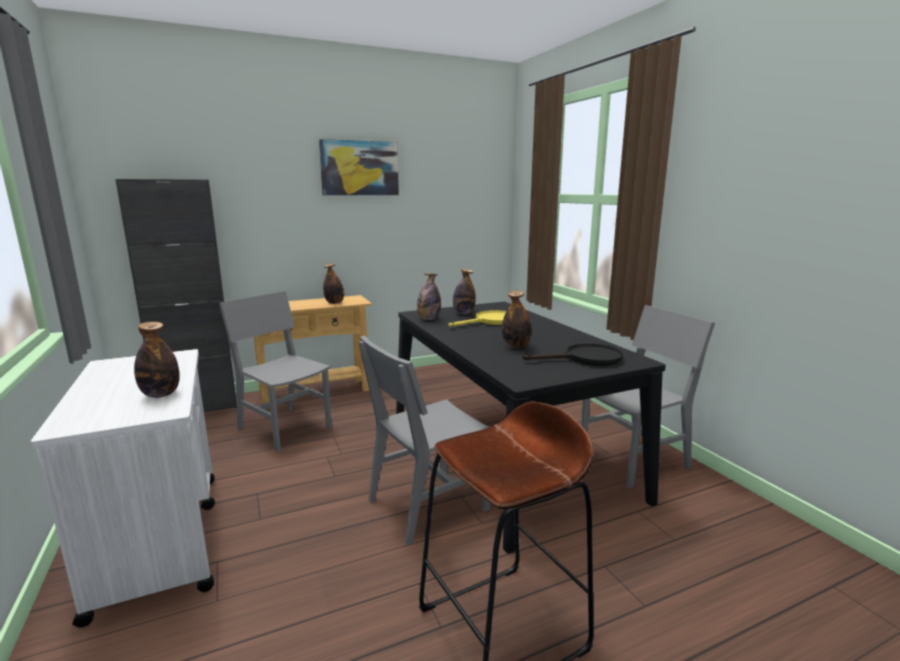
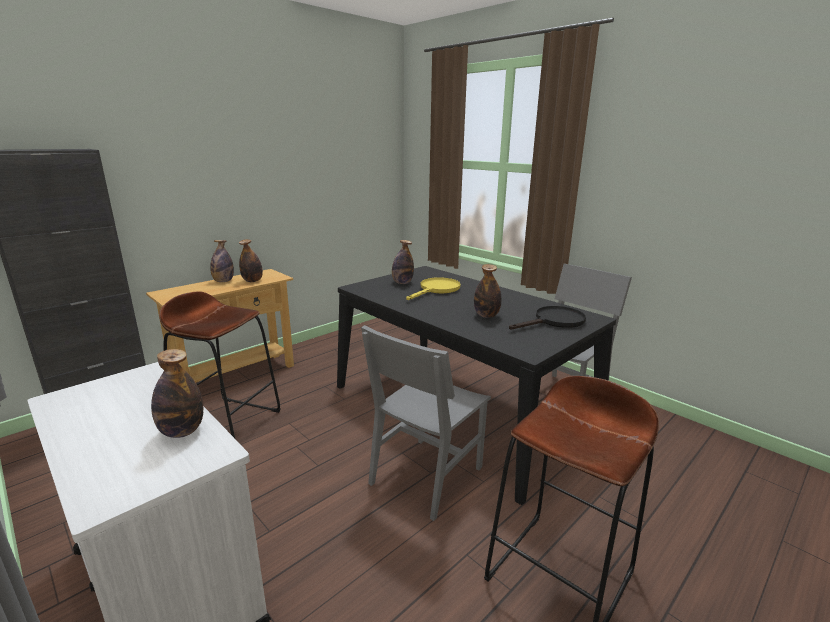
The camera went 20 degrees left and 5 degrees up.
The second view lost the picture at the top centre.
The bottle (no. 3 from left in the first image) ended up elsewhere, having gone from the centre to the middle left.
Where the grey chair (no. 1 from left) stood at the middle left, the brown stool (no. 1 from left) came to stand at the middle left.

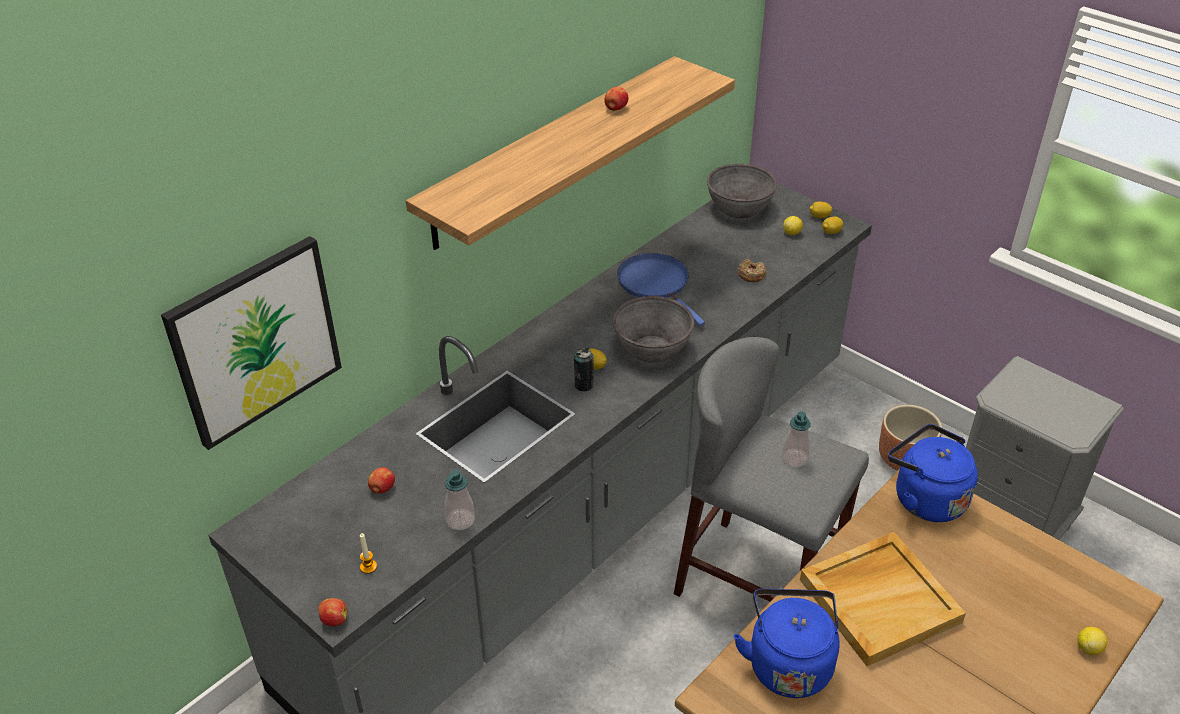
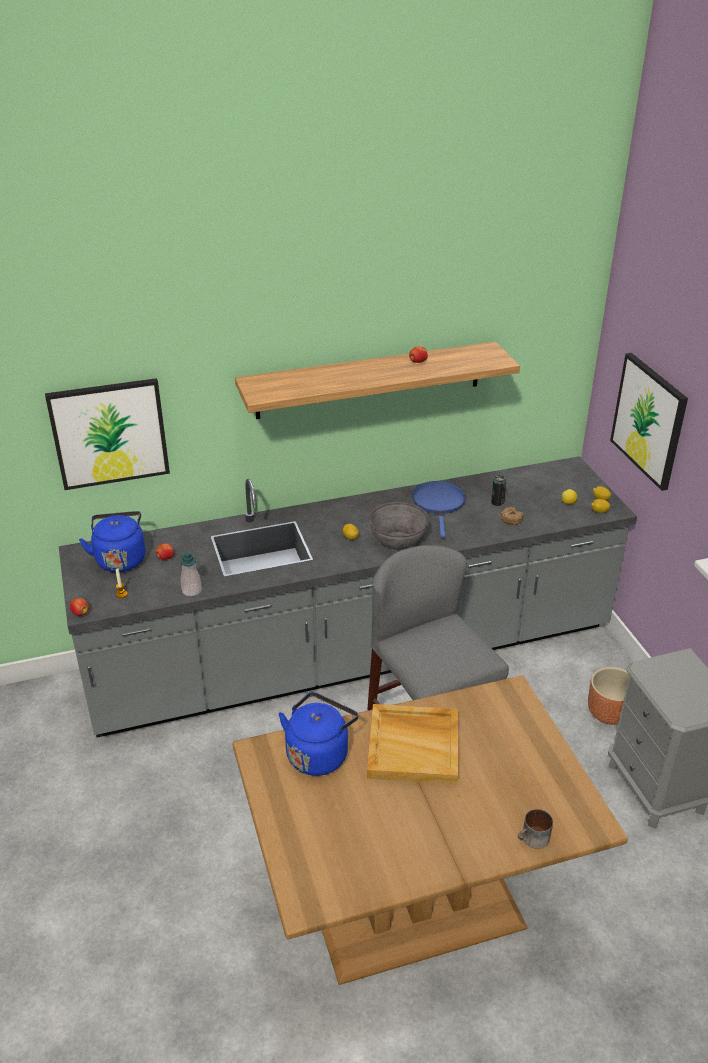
The camera went 30 degrees right and 5 degrees down.
The second view lost the grey bowl (no. 2 from left) at the top centre.
The second view lost the soap dispenser (no. 2 from left) at the middle right.
The second view gained the picture (no. 2 from left) at the middle right.
The can ended up elsewhere, having gone from the centre to the middle right.
The blue kettle (no. 2 from left in the first image) ended up elsewhere, having gone from the middle right to the middle left.
Where the lemon (no. 5 from left) stood at the bottom right, the mug came to stand at the bottom right.

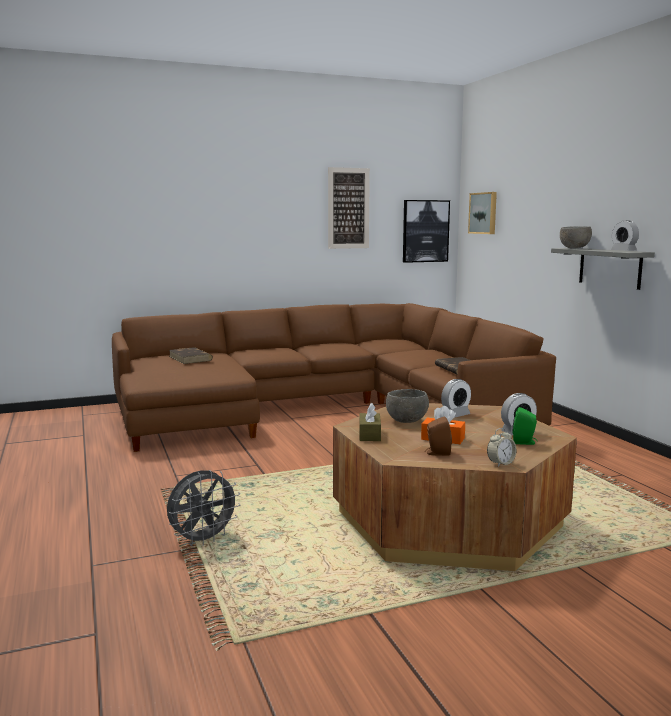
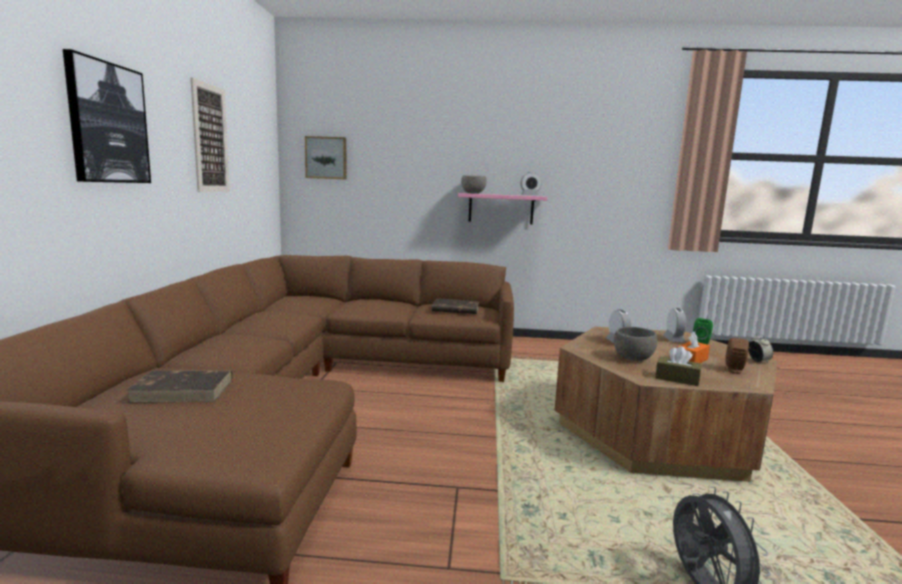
The camera went 65 degrees left and 0 degrees up.
The picture (no. 2 from left in the first image) ended up elsewhere, having gone from the top centre to the top left.
What was the grey shelf at the middle right turned into the pink shelf at the centre.

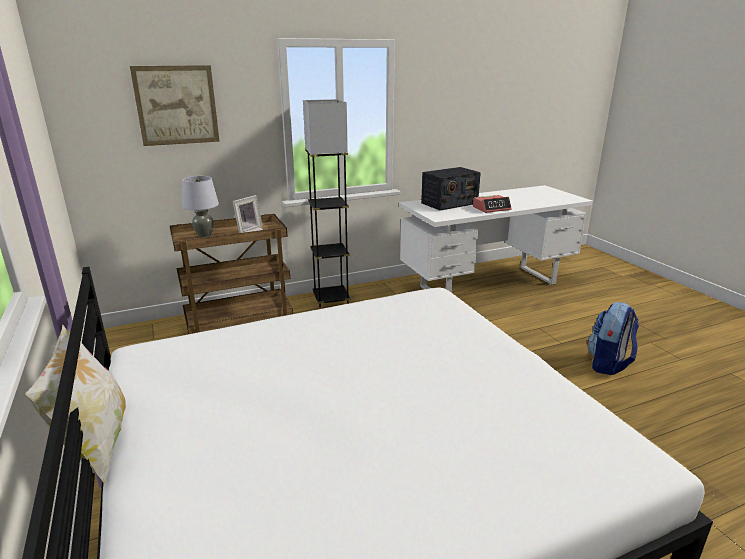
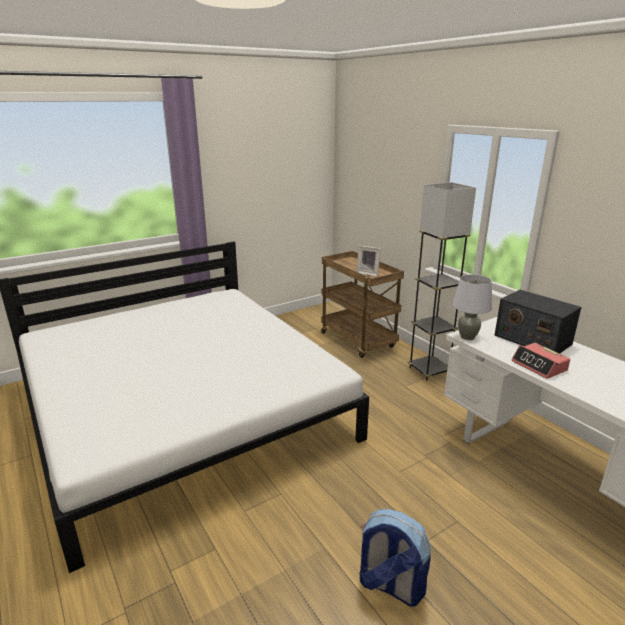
The camera went 80 degrees right and 0 degrees up.
The second view lost the pillow at the bottom left.
The second view lost the picture at the top left.
The grey table lamp ended up elsewhere, having gone from the middle left to the middle right.

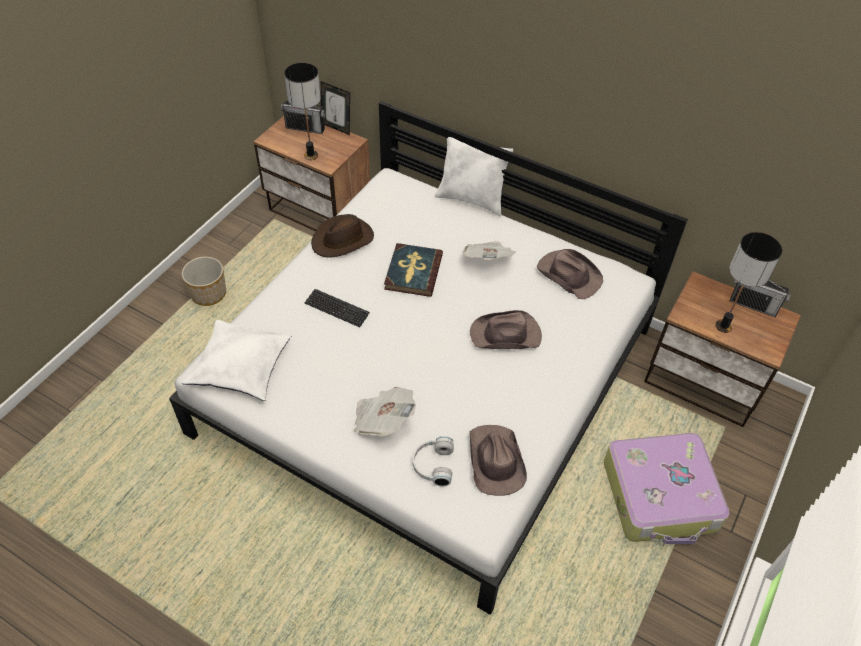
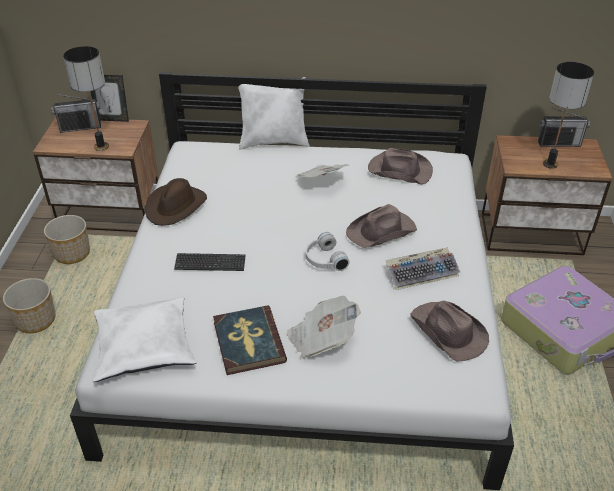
The camera went 25 degrees left and 10 degrees down.
The second view gained the planter (no. 2 from left) at the middle left.
The second view gained the keyboard (no. 2 from left) at the middle right.
The book ended up elsewhere, having gone from the centre to the bottom centre.
The white headphones ended up elsewhere, having gone from the bottom centre to the centre.

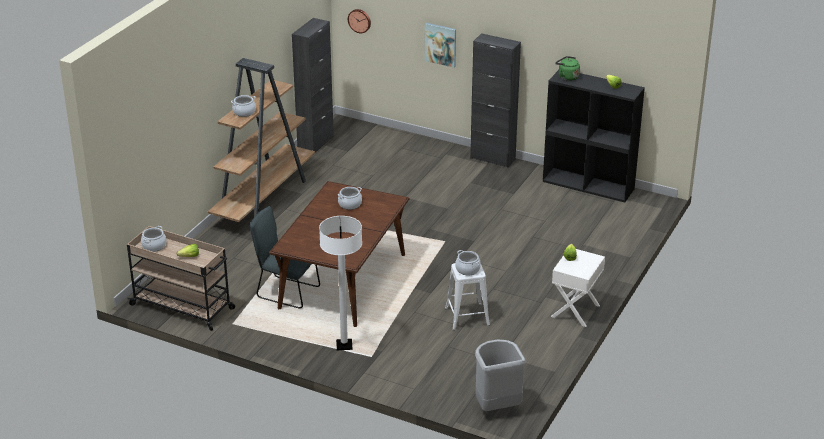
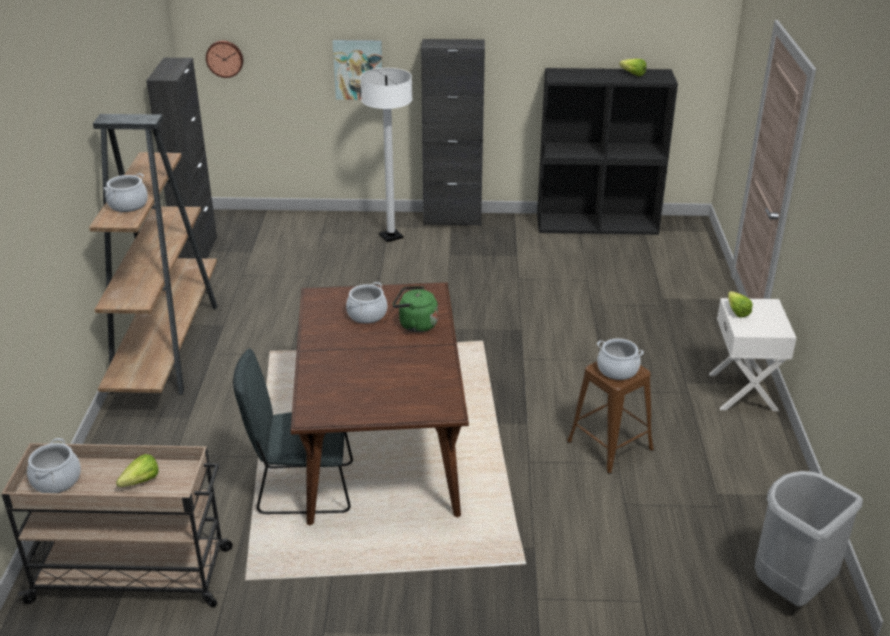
The camera went 25 degrees left and 0 degrees up.
The white floor lamp ended up elsewhere, having gone from the centre to the top centre.
The green kettle ended up elsewhere, having gone from the top right to the centre.
What was the white stool at the bottom centre turned into the brown stool at the middle right.

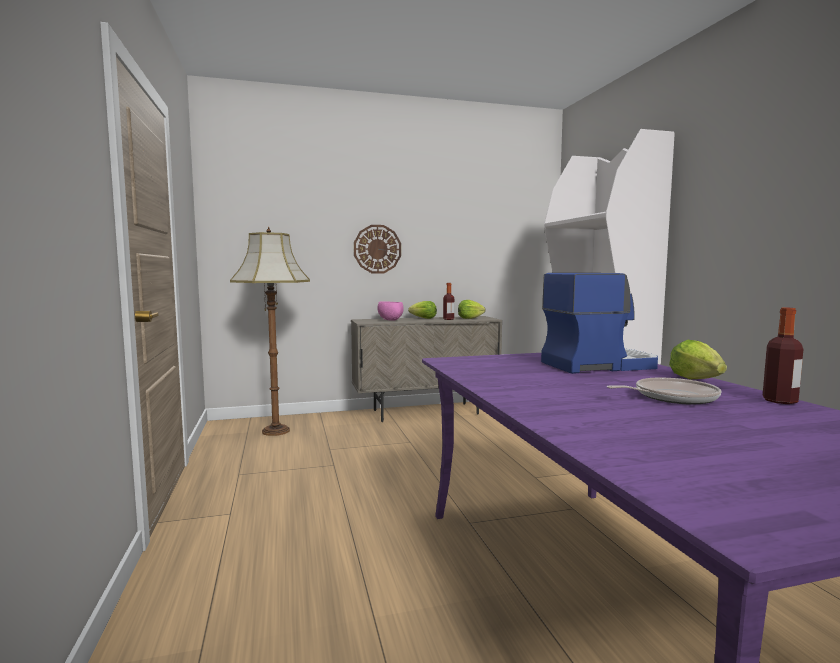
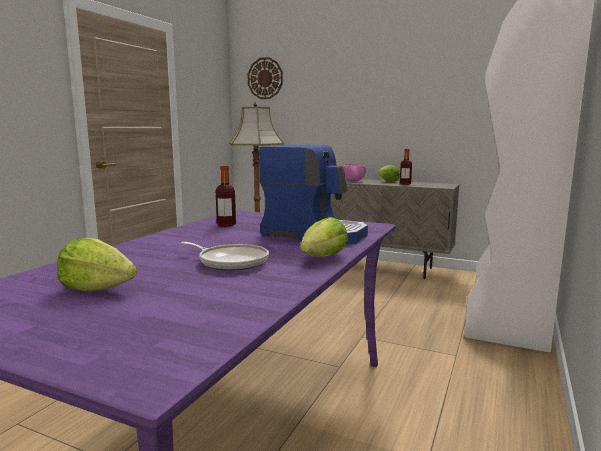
The camera went 40 degrees right and 5 degrees up.
The wall clock ended up elsewhere, having gone from the centre to the top centre.
The lettuce (no. 2 from left in the first image) ended up elsewhere, having gone from the centre to the middle left.
The bottle (no. 2 from left in the first image) ended up elsewhere, having gone from the middle right to the centre.

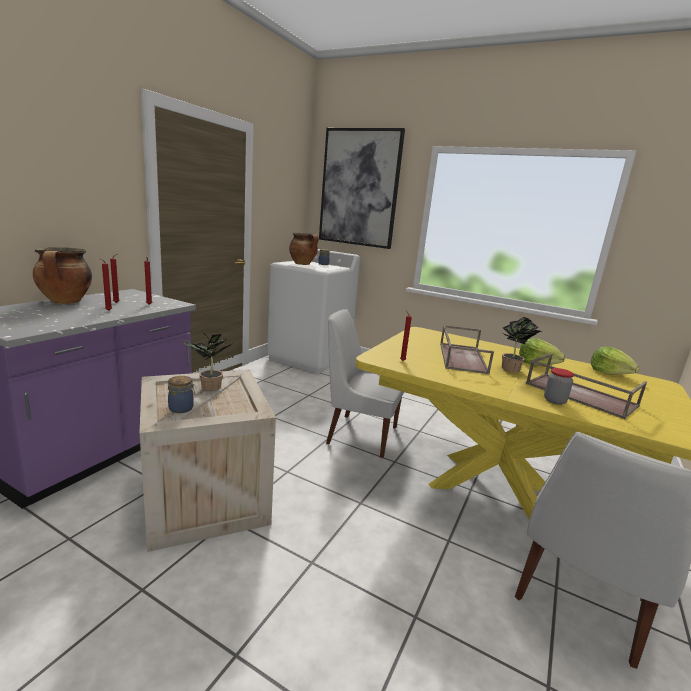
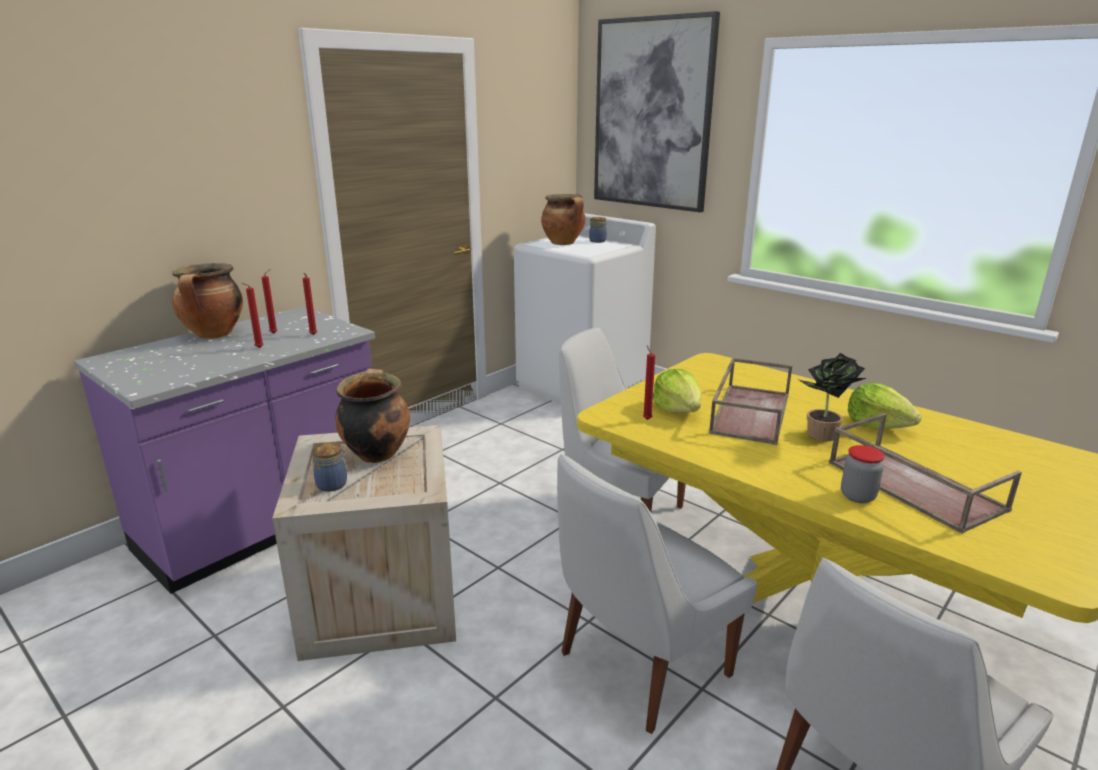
The camera went 15 degrees right and 5 degrees up.
The second view gained the white chair (no. 2 from left) at the bottom centre.
The lettuce (no. 2 from left in the first image) ended up elsewhere, having gone from the middle right to the centre.
Where the potted plant (no. 1 from left) stood at the middle left, the cooking pot (no. 2 from left) came to stand at the centre.

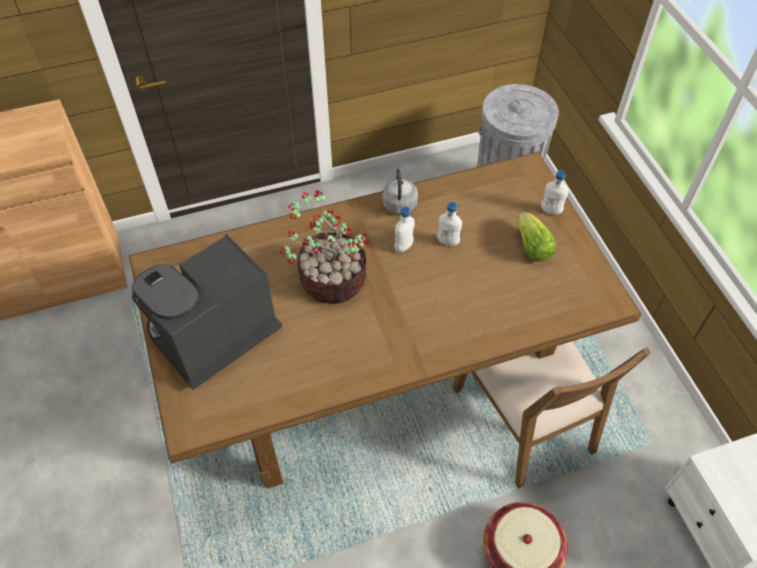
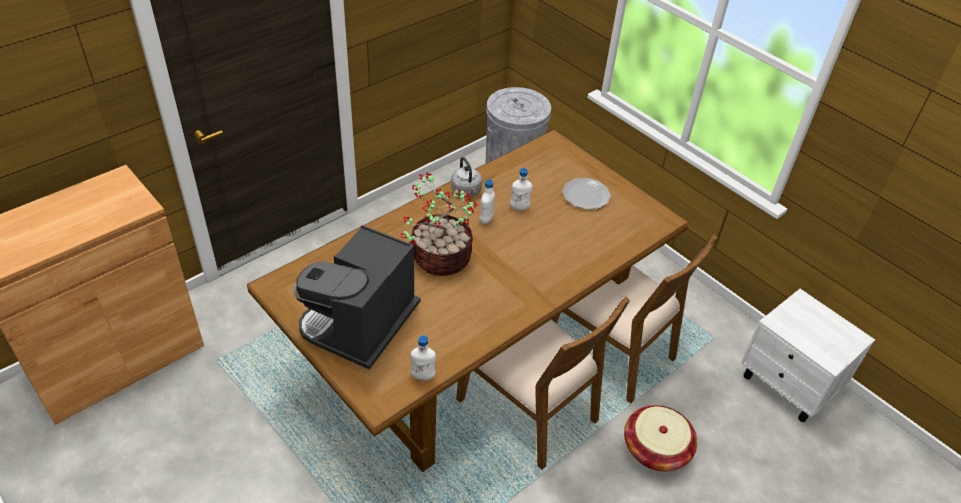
The camera went 25 degrees left and 10 degrees down.
The second view gained the brown chair (no. 1 from left) at the bottom centre.
The white bottle (no. 3 from left in the first image) ended up elsewhere, having gone from the middle right to the bottom centre.
Where the lettuce stood at the middle right, the plate came to stand at the centre.

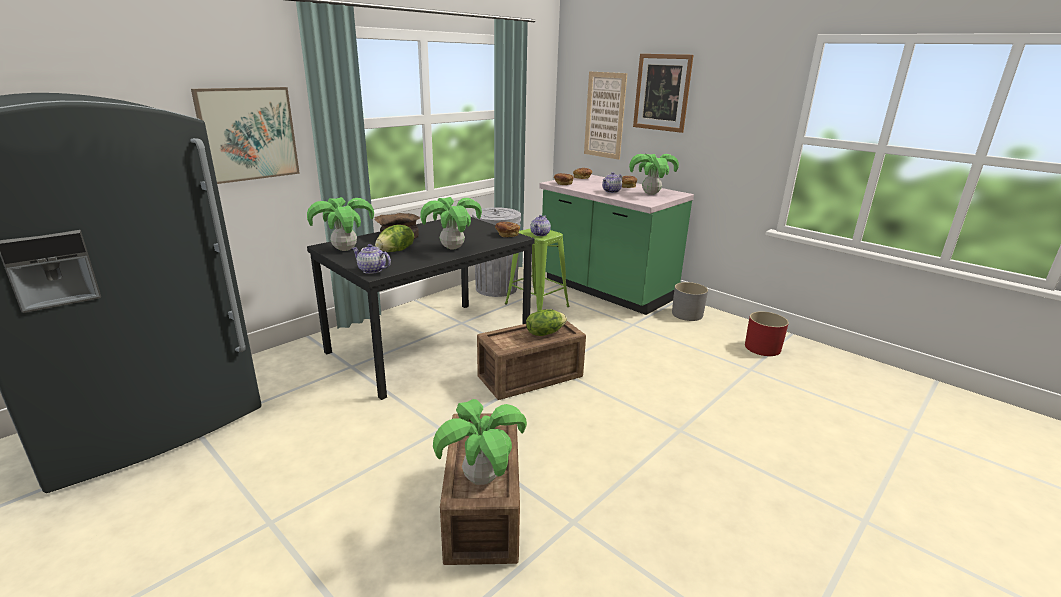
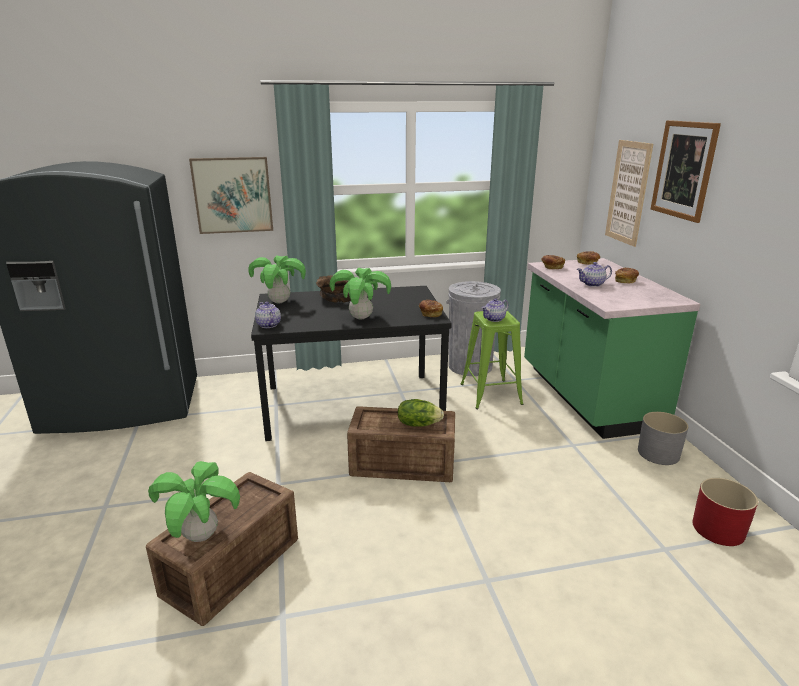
The camera went 35 degrees right and 0 degrees up.
The second view lost the lettuce (no. 1 from left) at the centre.
The second view lost the potted plant (no. 4 from left) at the top centre.

